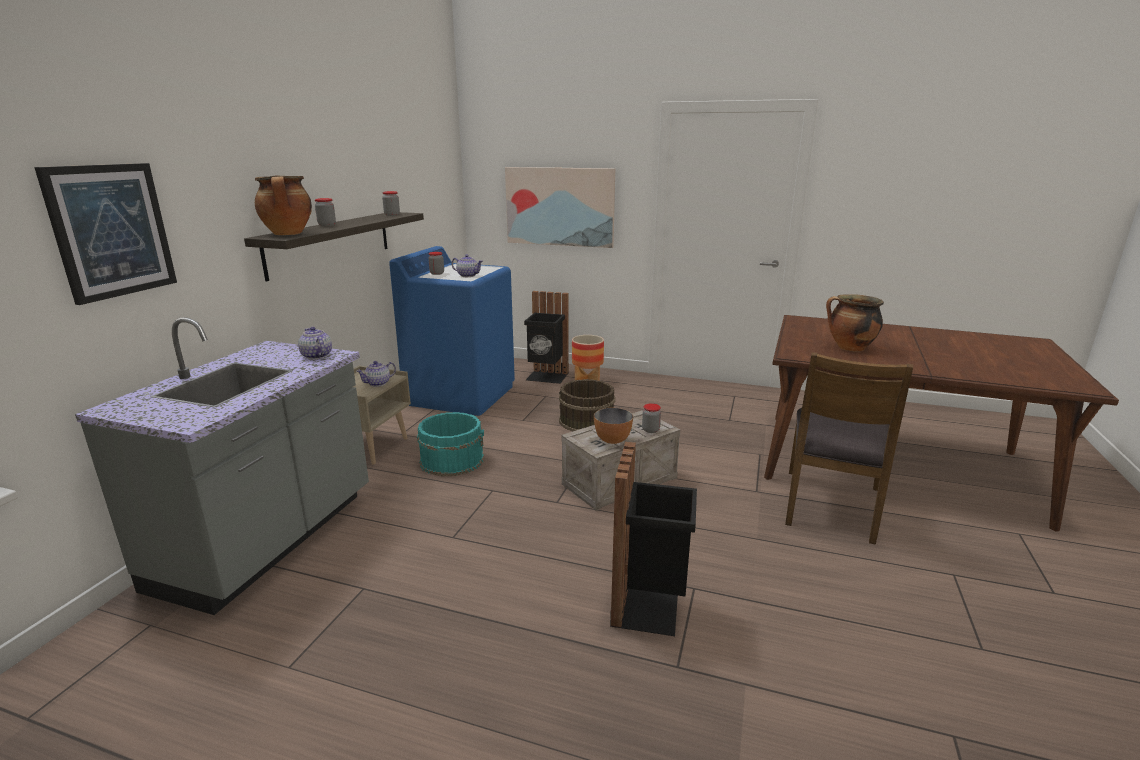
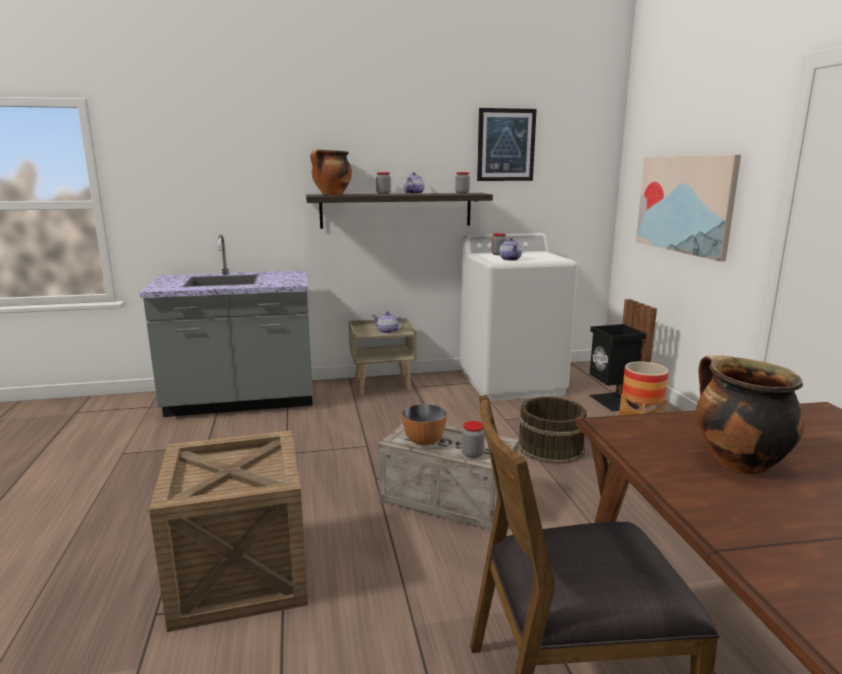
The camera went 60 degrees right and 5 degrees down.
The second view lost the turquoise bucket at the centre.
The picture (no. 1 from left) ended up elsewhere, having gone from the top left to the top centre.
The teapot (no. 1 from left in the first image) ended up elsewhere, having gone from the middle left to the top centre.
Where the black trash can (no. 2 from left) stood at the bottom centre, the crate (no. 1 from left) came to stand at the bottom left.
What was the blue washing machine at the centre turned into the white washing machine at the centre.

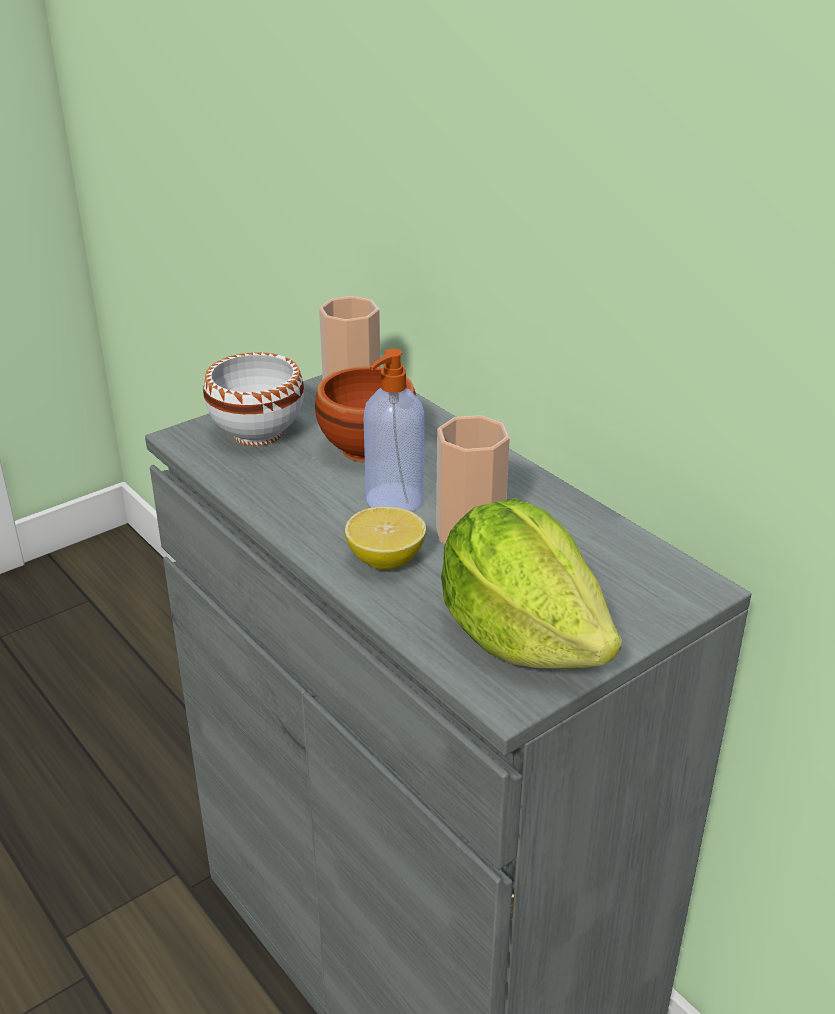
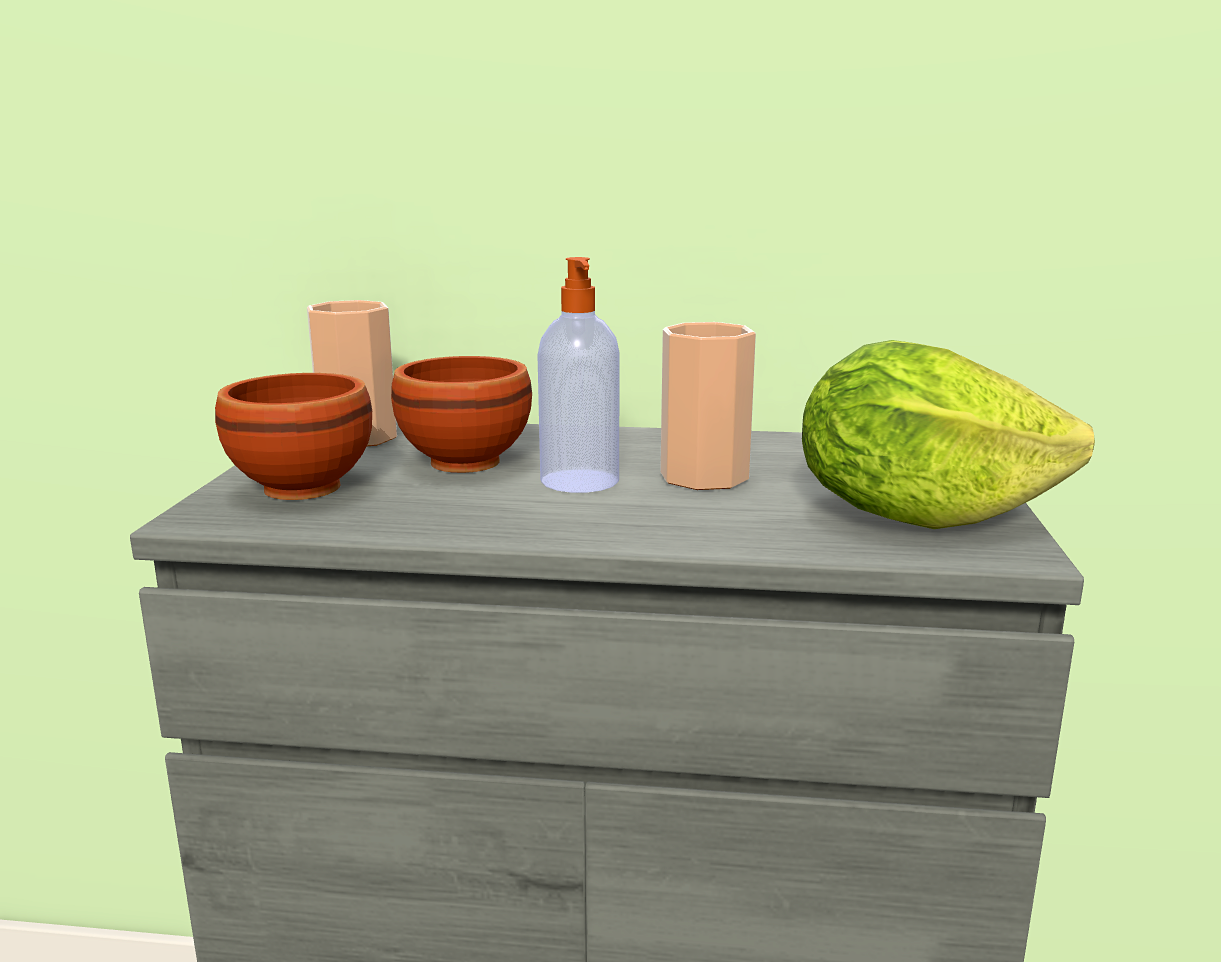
The camera went 45 degrees left and 15 degrees down.
The second view lost the lemon at the centre.
What was the white bowl at the middle left turned into the brown bowl (no. 1 from left) at the middle left.

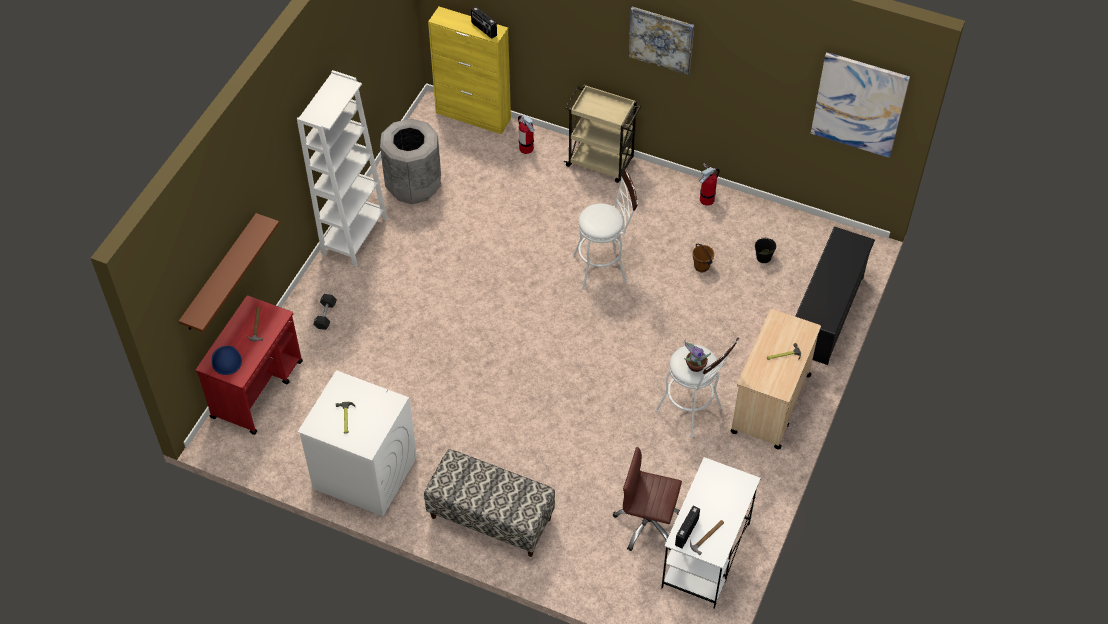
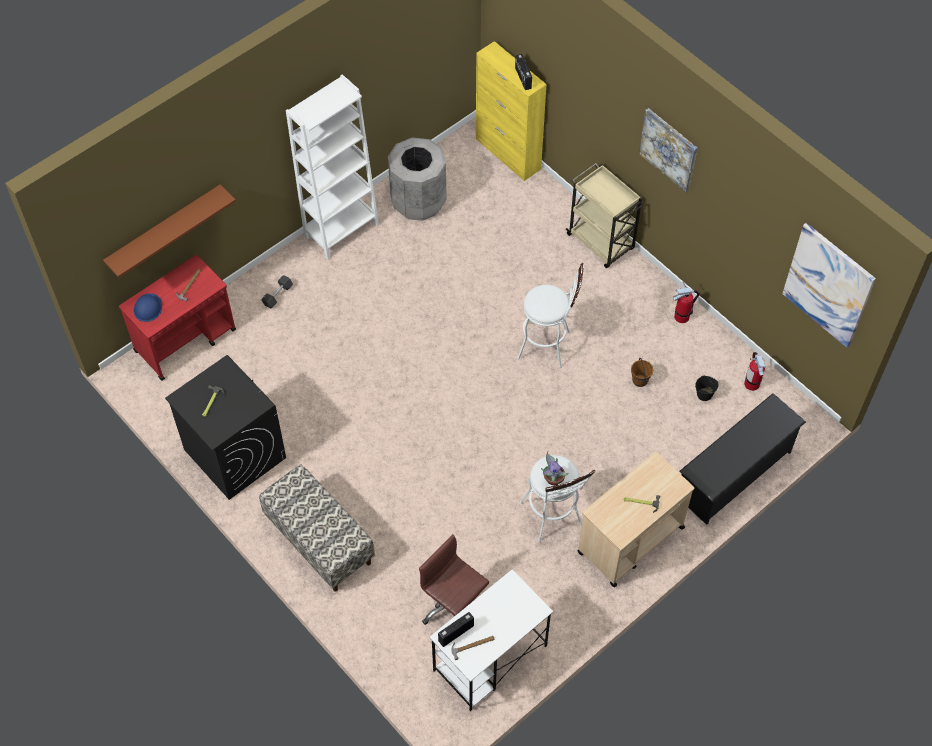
The camera went 25 degrees right and 5 degrees up.
The fire extinguisher (no. 1 from left in the first image) ended up elsewhere, having gone from the top centre to the middle right.
What was the white washing machine at the bottom left turned into the black washing machine at the middle left.

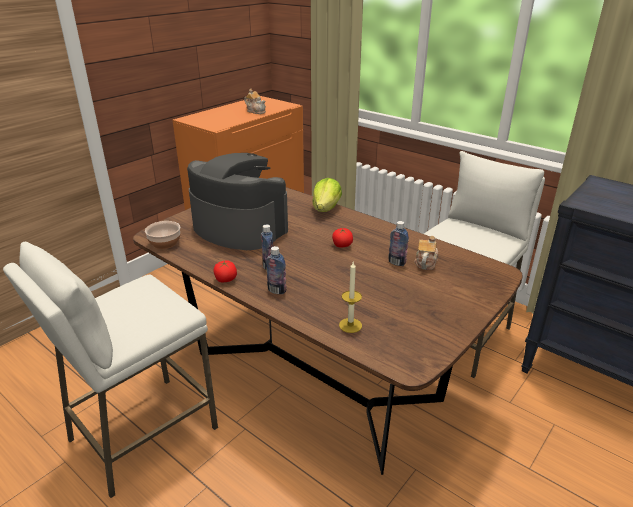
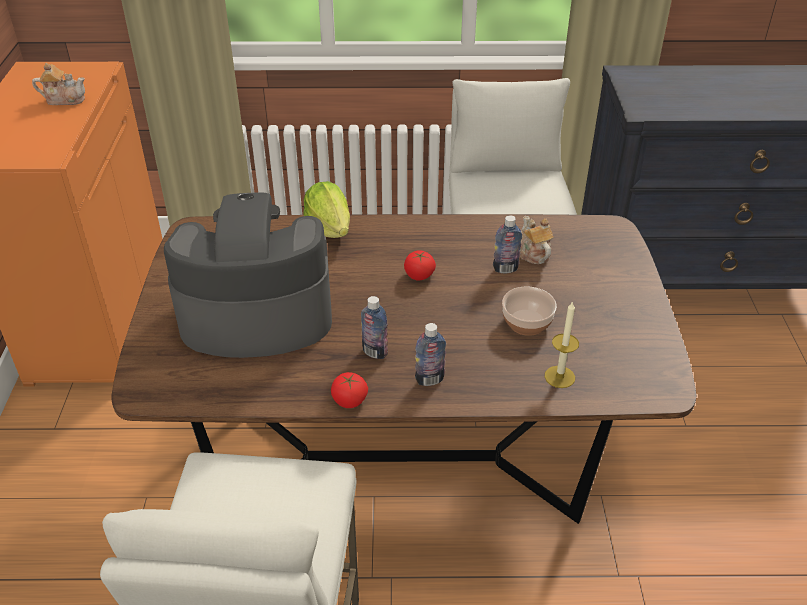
The camera went 40 degrees left and 10 degrees up.
The bowl ended up elsewhere, having gone from the middle left to the centre.

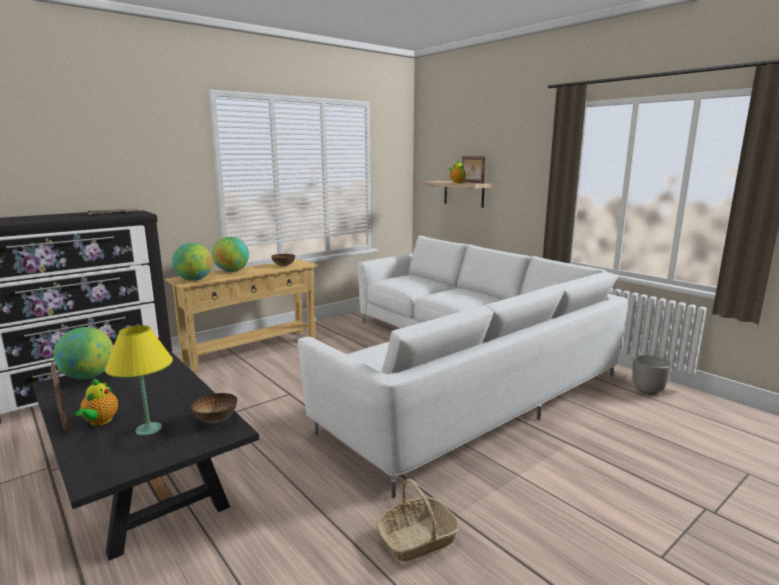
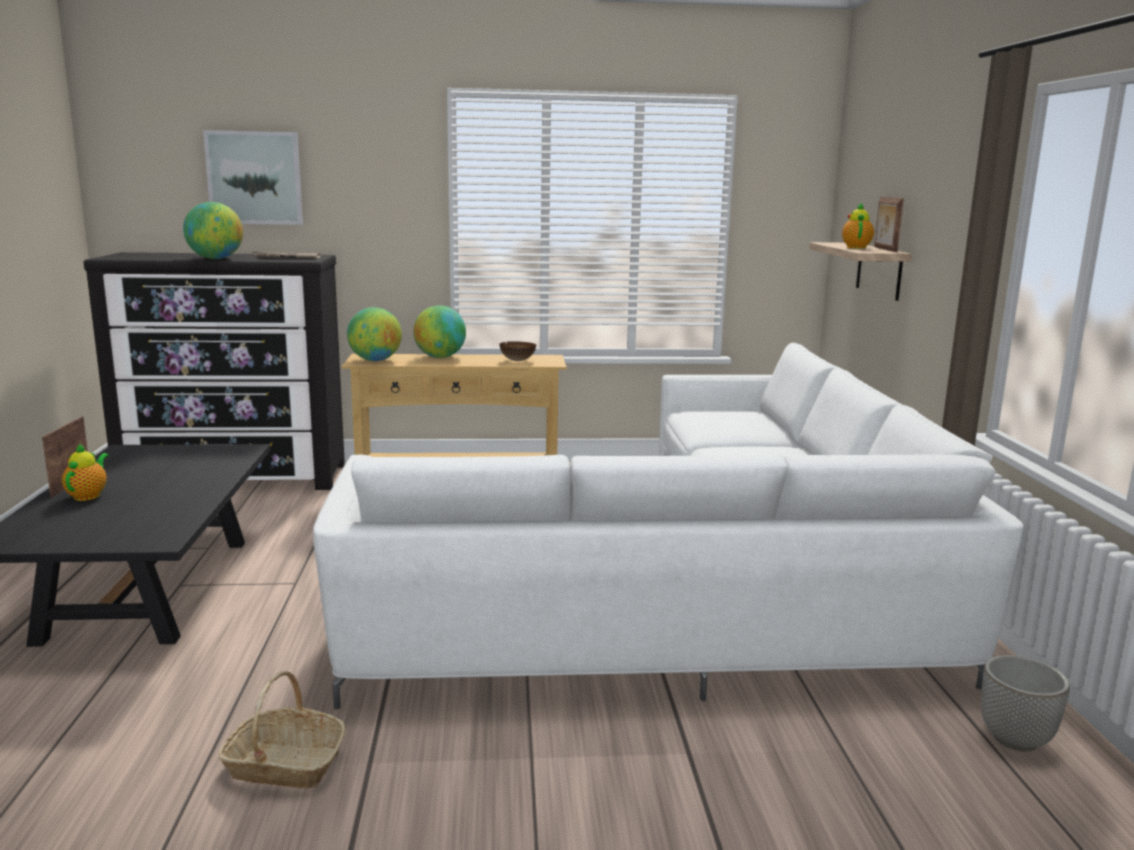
The camera went 35 degrees right and 0 degrees up.
The second view lost the yellow table lamp at the middle left.
The second view lost the bowl (no. 1 from left) at the bottom left.
The second view gained the picture at the top left.
The globe (no. 1 from left) ended up elsewhere, having gone from the middle left to the top left.
The teapot (no. 1 from left) at the bottom left ended up facing another way, 150 degrees clockwise from before.

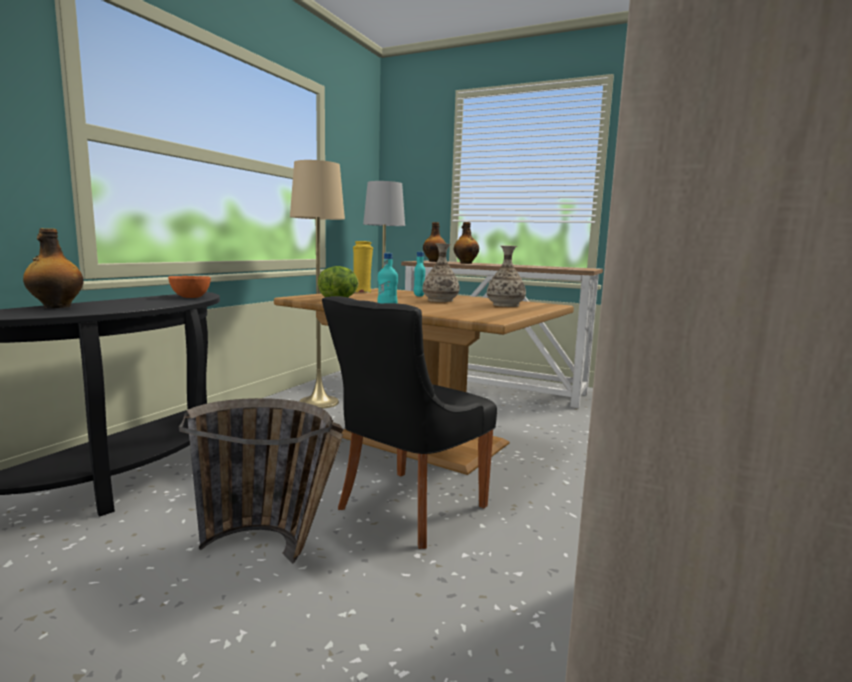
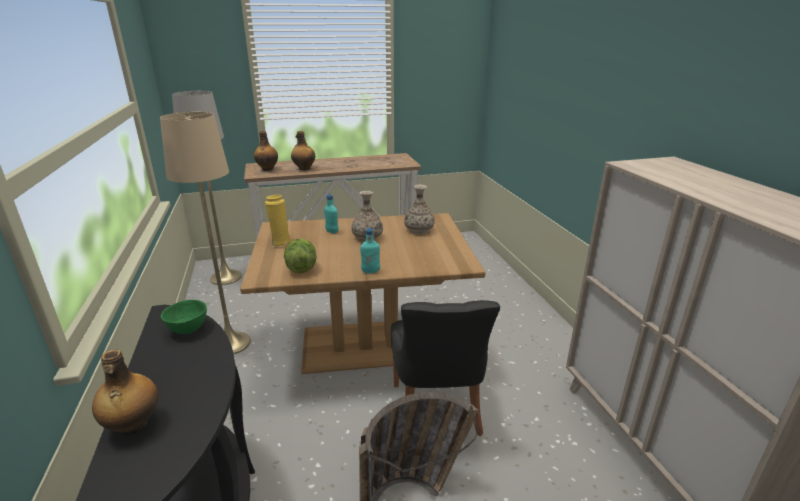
The camera went 40 degrees left and 15 degrees up.
What was the orange bowl at the middle left turned into the green bowl at the middle left.

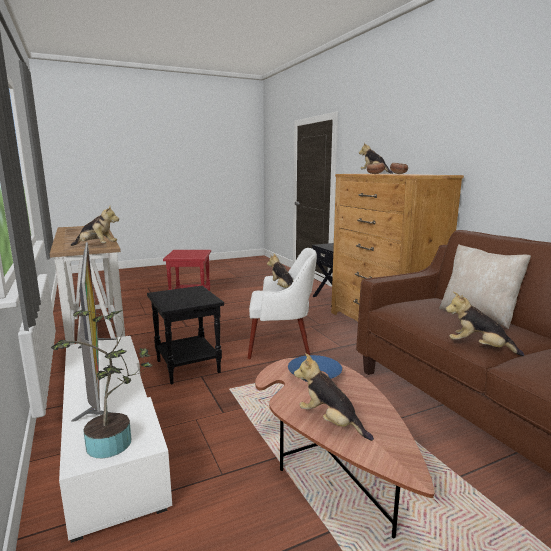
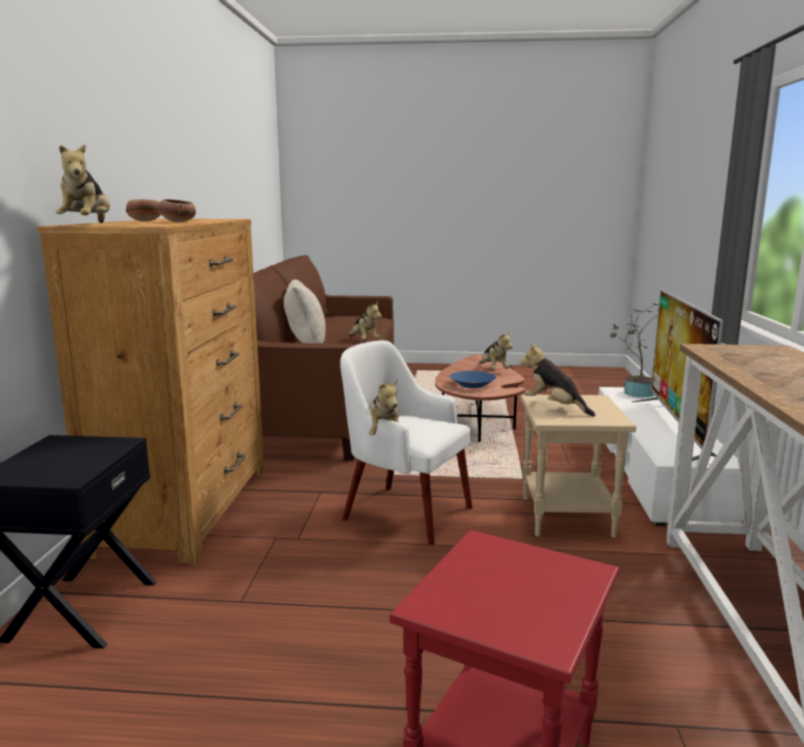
The camera went 150 degrees left and 0 degrees up.
The plush toy (no. 1 from left in the first image) ended up elsewhere, having gone from the middle left to the middle right.
What was the black side table at the centre turned into the beige side table at the middle right.

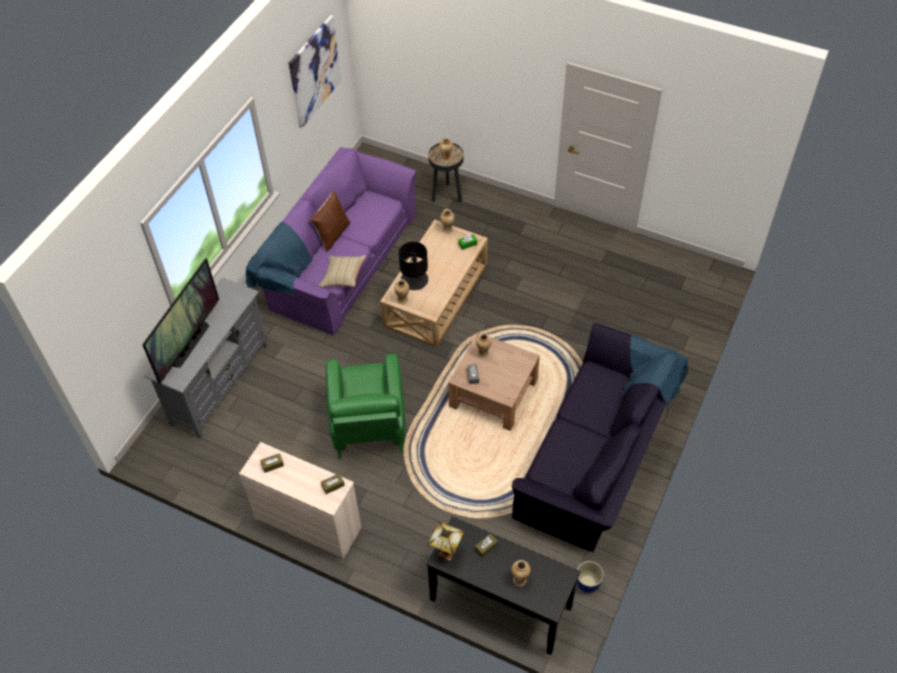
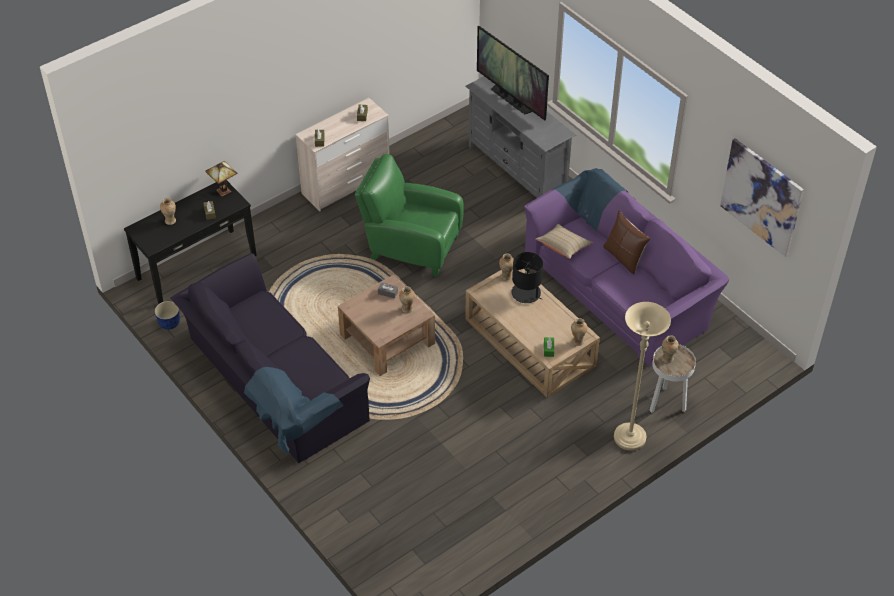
The camera went 115 degrees right and 5 degrees down.
The second view gained the beige floor lamp at the middle right.
What was the black side table at the top centre turned into the white side table at the middle right.

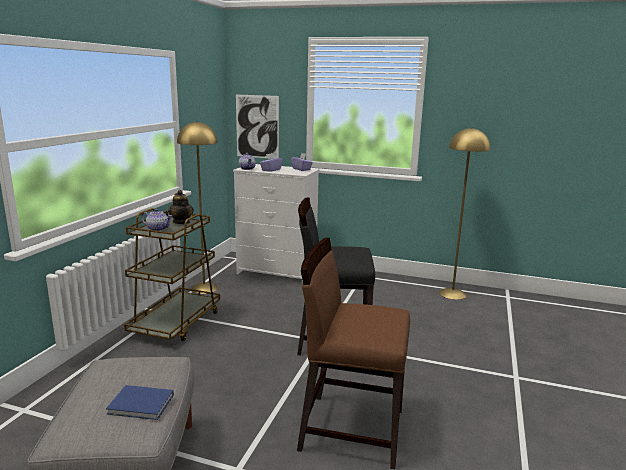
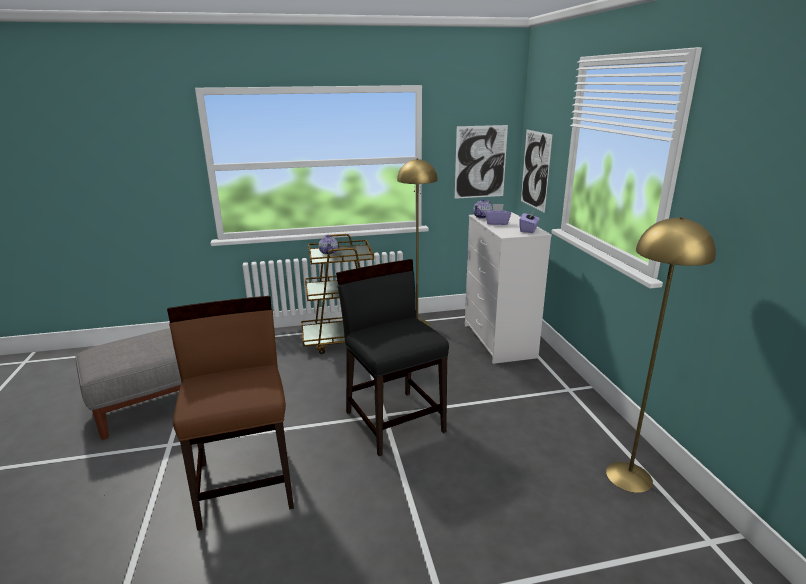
The camera went 60 degrees right and 5 degrees up.
The second view lost the blue book at the bottom left.
The second view lost the teapot (no. 2 from left) at the middle left.
The second view gained the picture (no. 1 from left) at the top centre.

